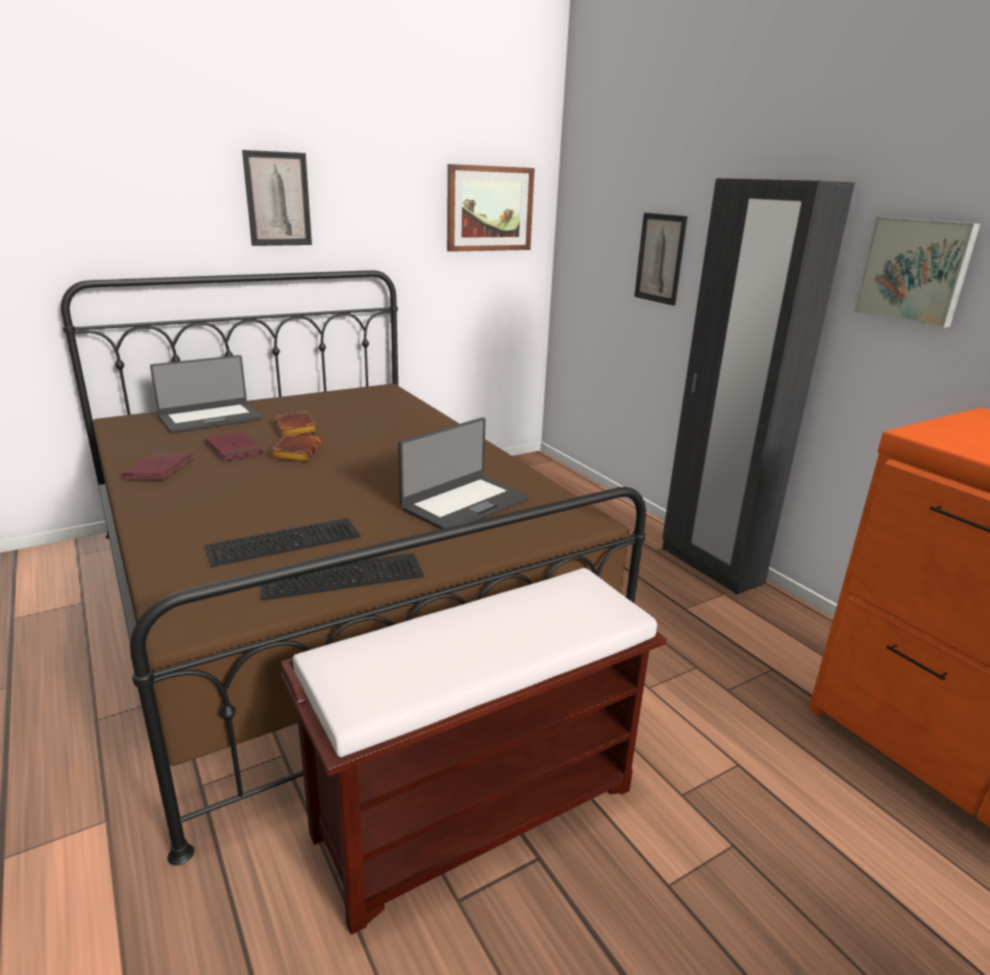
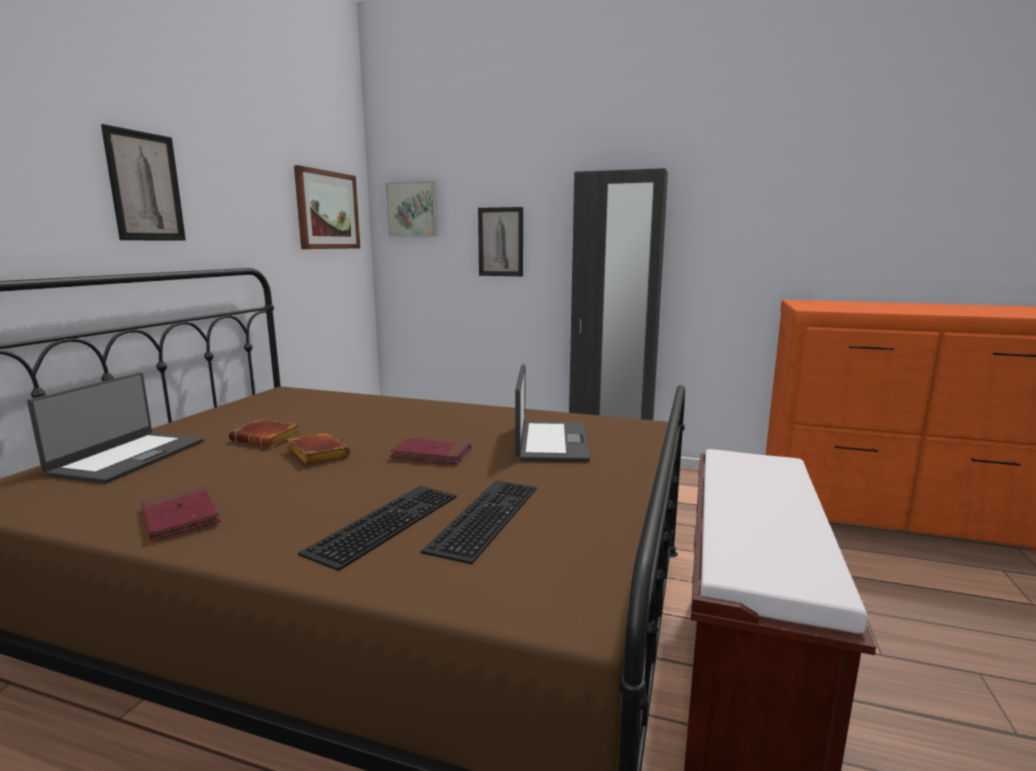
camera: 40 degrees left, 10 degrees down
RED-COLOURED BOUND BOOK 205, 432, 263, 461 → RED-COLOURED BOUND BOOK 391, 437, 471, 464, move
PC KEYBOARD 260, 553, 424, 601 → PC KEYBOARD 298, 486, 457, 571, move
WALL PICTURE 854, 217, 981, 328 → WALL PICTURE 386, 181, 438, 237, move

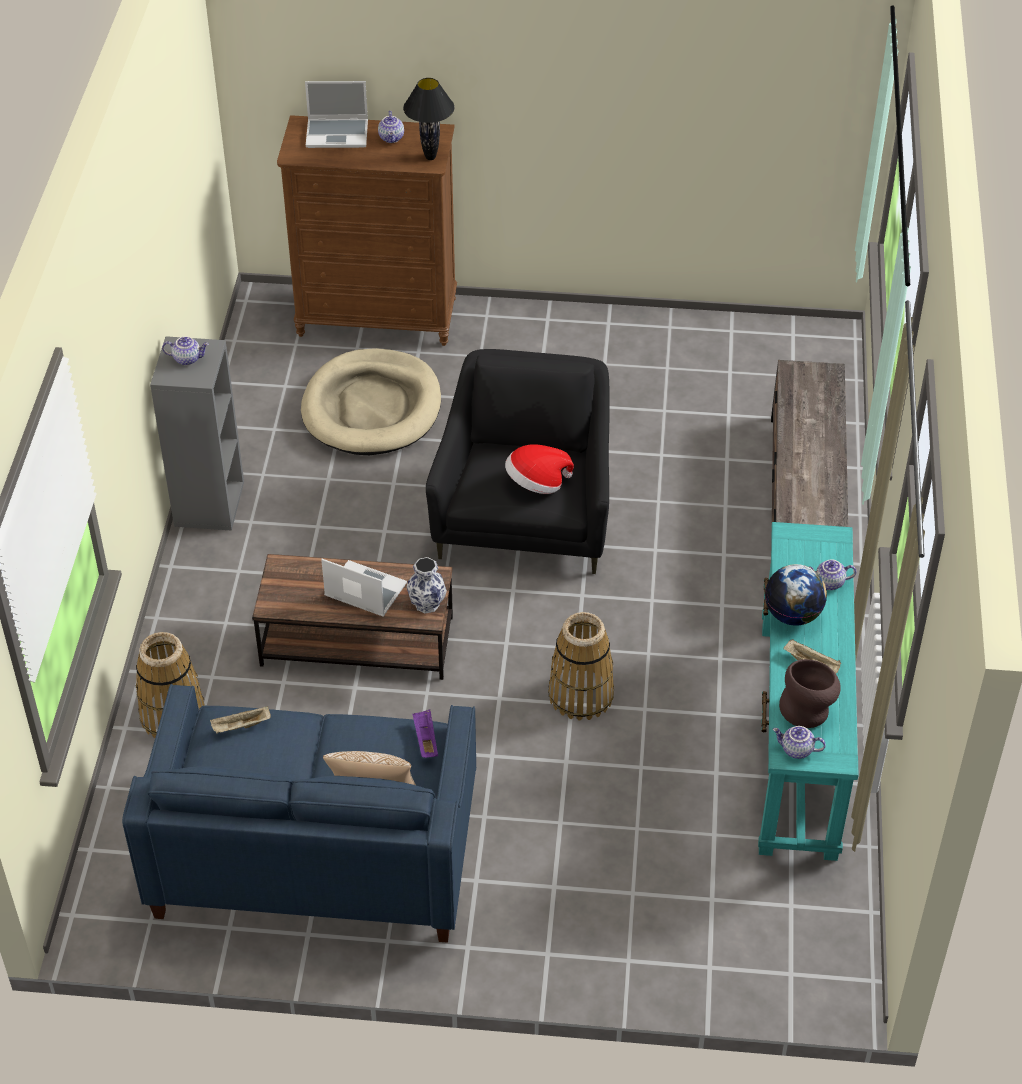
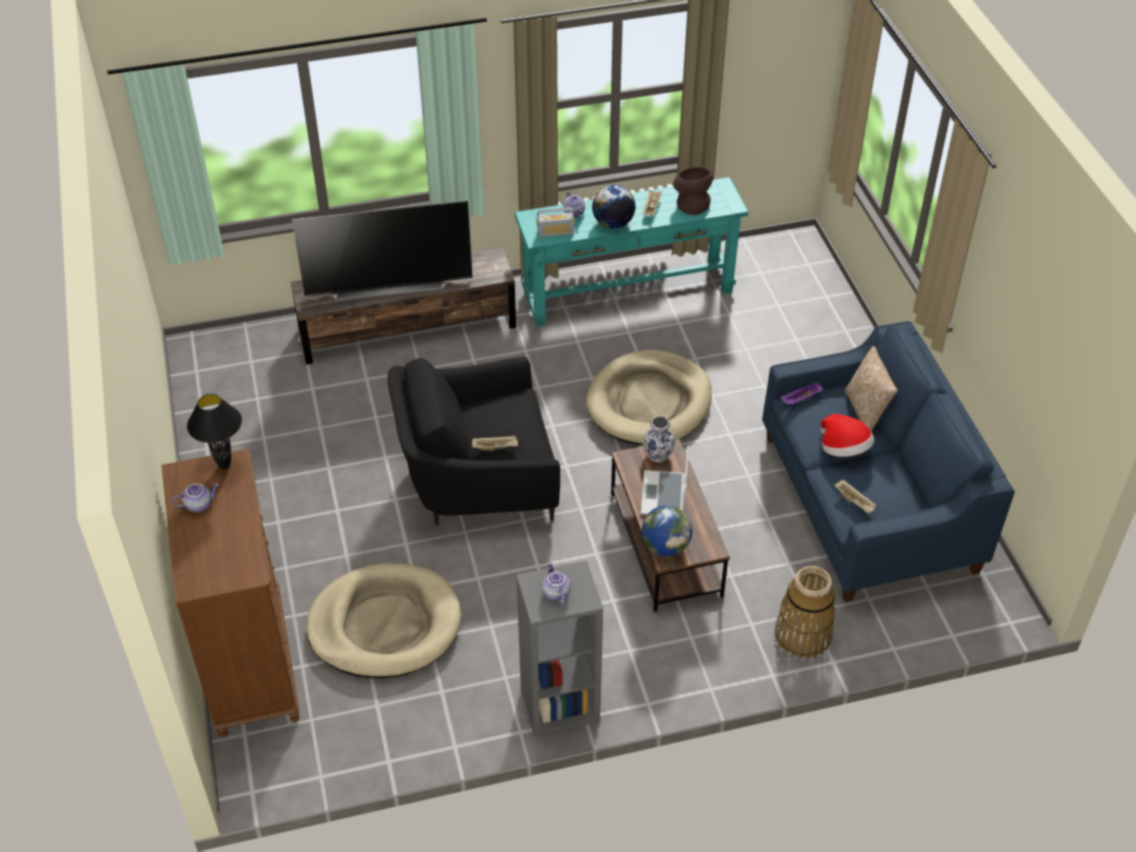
camera: 110 degrees left, 0 degrees up
PORTABLE COMPUTER 305, 81, 368, 148 → -
HAT 505, 444, 574, 494 → HAT 821, 414, 874, 457, move
BASKET 548, 612, 614, 721 → BEIGE DOG BED 586, 350, 712, 445
POT FOR TEA 772, 726, 826, 759 → -
- → TELEVISION 292, 201, 473, 300
- → BEIGE TRAY 472, 435, 518, 451
- → RADIO SET 537, 208, 575, 237
- → WORLD GLOBE 642, 505, 692, 556

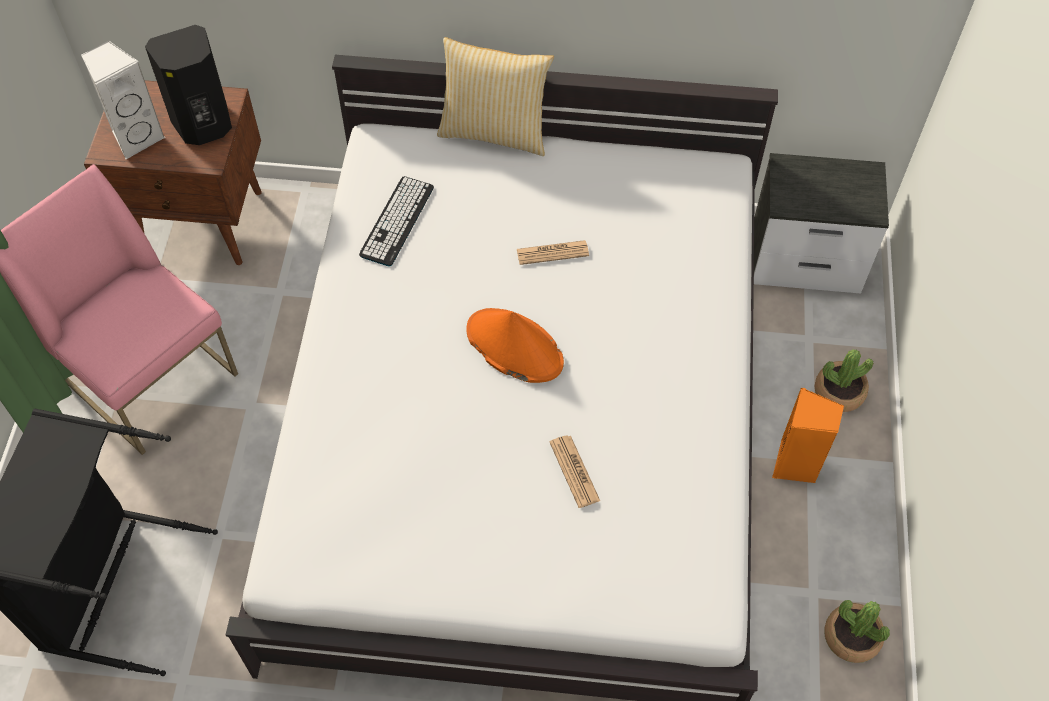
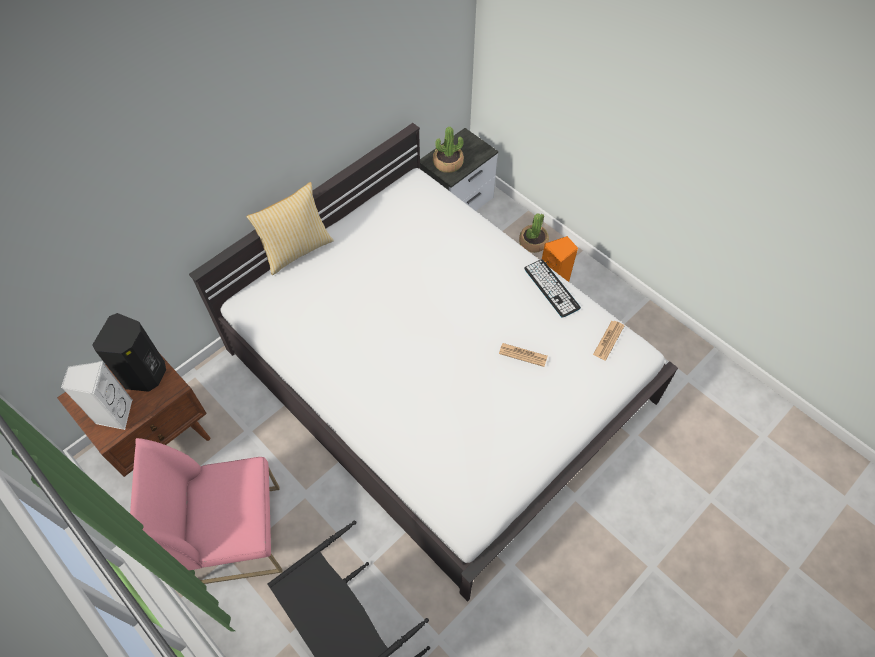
camera: 50 degrees left, 0 degrees up
PC KEYBOARD 359, 176, 434, 266 → PC KEYBOARD 524, 259, 581, 317, move
ORANGEY HAT 466, 308, 564, 383 → -
DAILY PAPER 517, 240, 589, 265 → DAILY PAPER 593, 321, 625, 361, move
HOUSEPLANT 824, 600, 890, 663 → HOUSEPLANT 433, 127, 464, 173, move

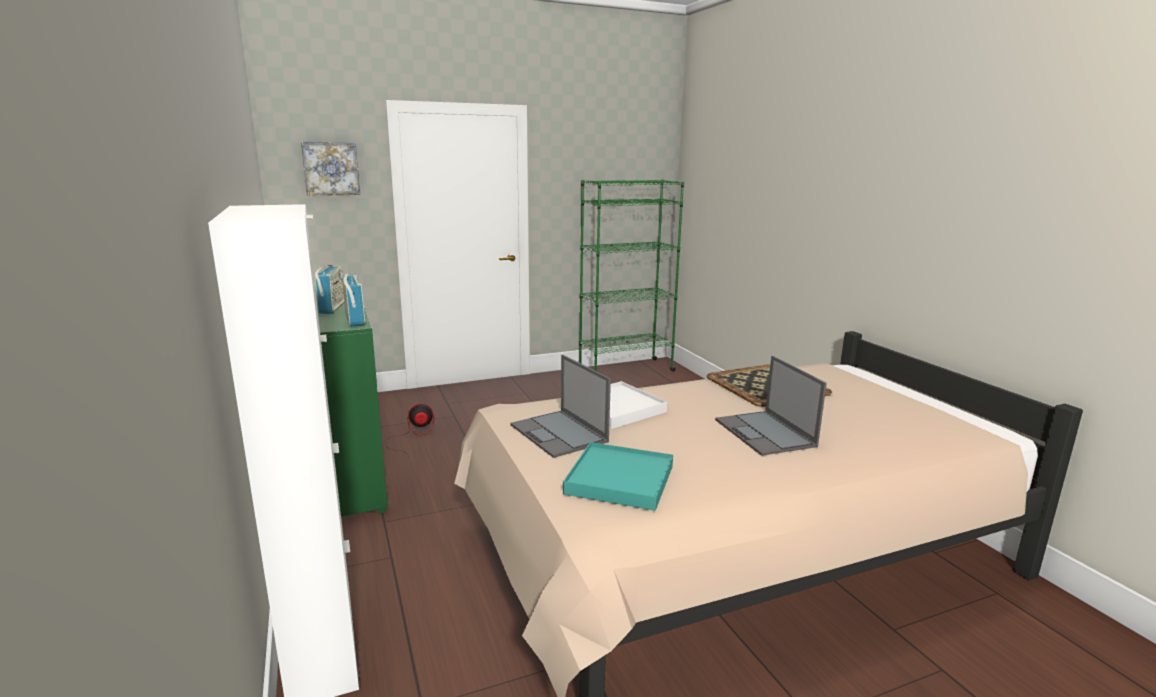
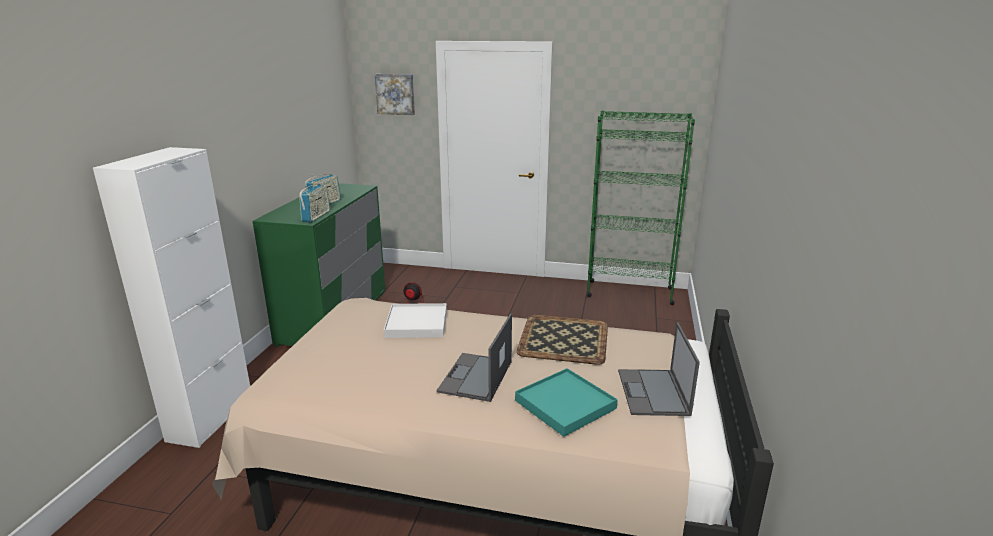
camera: 35 degrees right, 5 degrees up
PORTABLE COMPUTER 511, 355, 611, 458 → PORTABLE COMPUTER 618, 322, 700, 416, move
BLUE-GREEN TRAY 563, 442, 673, 511 → BLUE-GREEN TRAY 515, 368, 618, 437, move

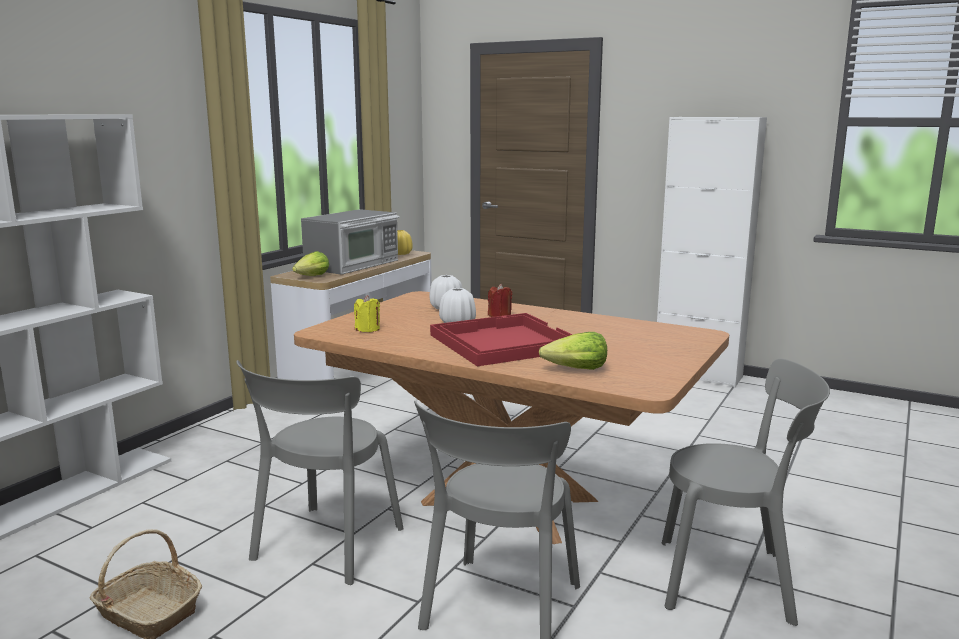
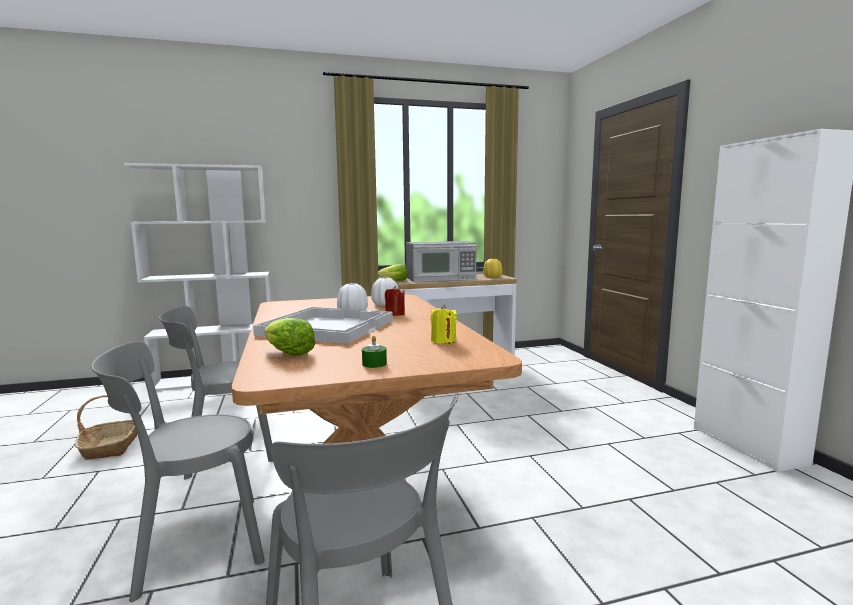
camera: 45 degrees right, 5 degrees down
YELLOWISH WAX CANDLE 354, 295, 380, 332 → YELLOWISH WAX CANDLE 431, 305, 457, 344, move
RED-COLOURED TRAY 430, 313, 573, 366 → WHITISH TRAY 253, 307, 393, 344
- → GREEN-COLOURED WAX CANDLE 362, 336, 387, 368

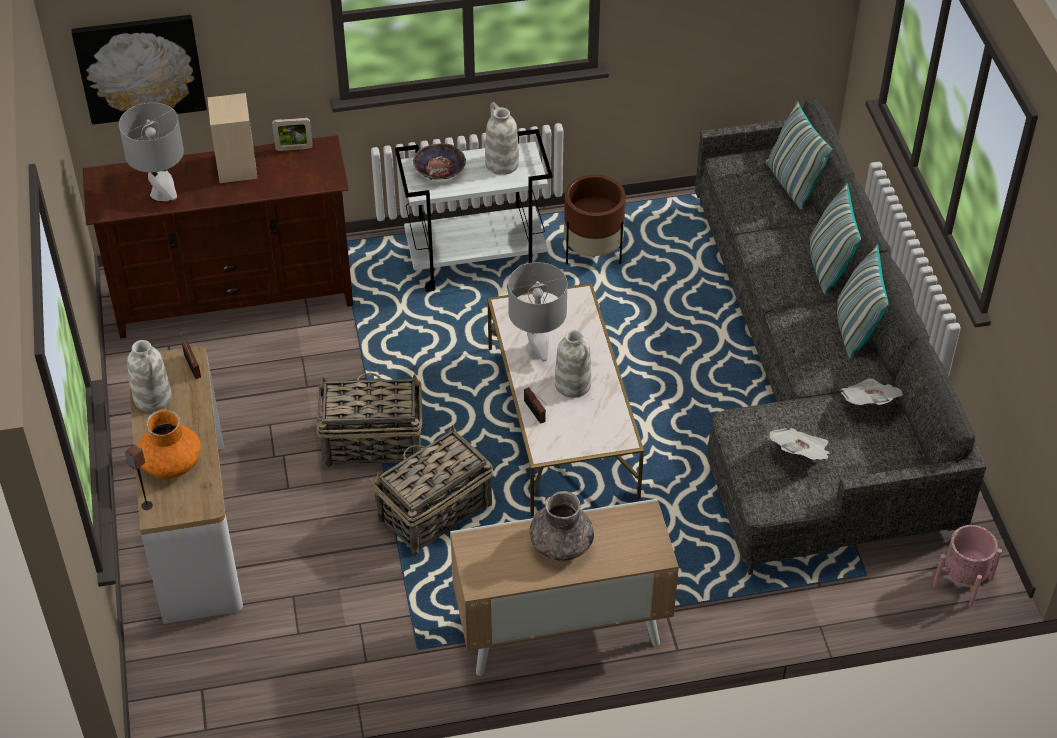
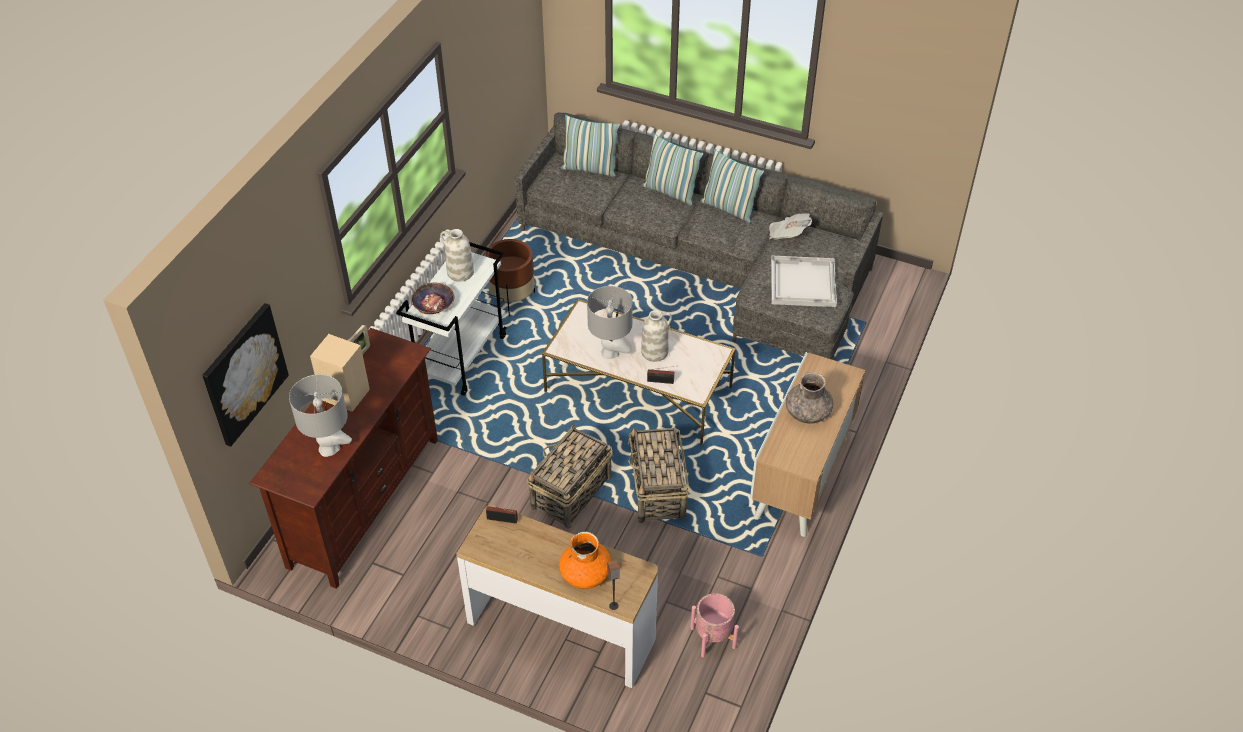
camera: 55 degrees left, 0 degrees up
WHITISH FLOWER VASE 127, 340, 172, 412 → -
DAILY PAPER 770, 428, 830, 460 → WHITISH TRAY 771, 256, 837, 307
PINKISH PLANTER 933, 525, 1002, 607 → PINKISH PLANTER 690, 593, 739, 657, move

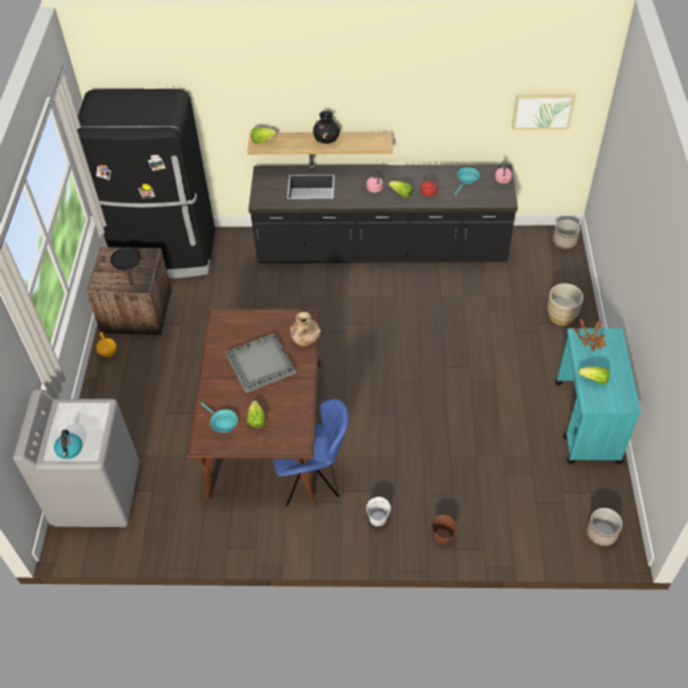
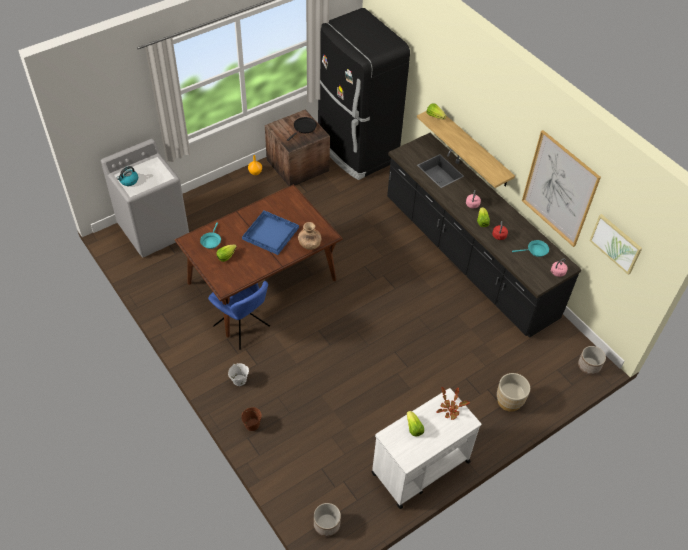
camera: 50 degrees right, 0 degrees up
GRAY TRAY 225, 333, 296, 393 → BLUE-COLOURED TRAY 242, 210, 299, 255
BLACKISH FLOWER VASE 313, 111, 340, 144 → -
BLUE-GREEN TROLLEY 555, 328, 641, 464 → WHITISH TROLLEY 371, 388, 481, 509
- → WALL PICTURE 522, 130, 601, 247

